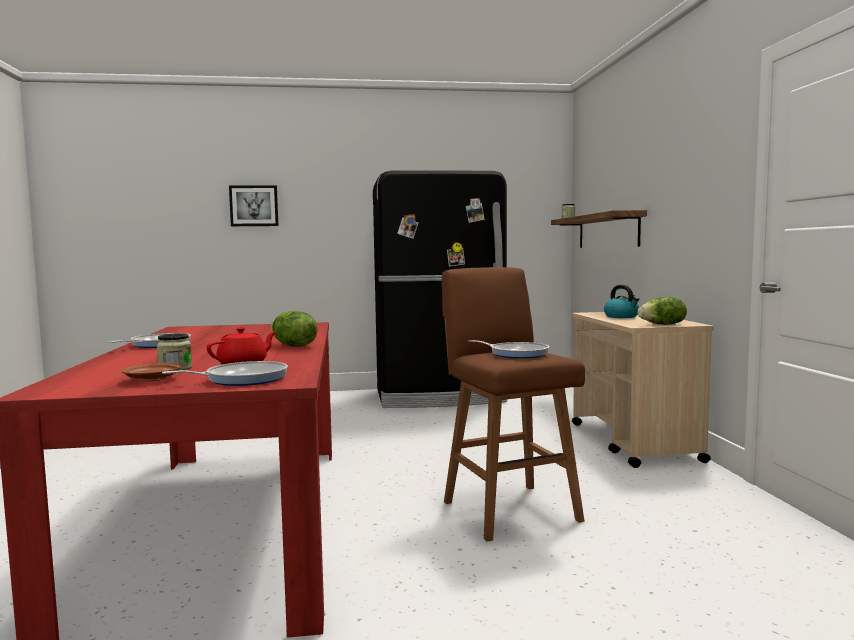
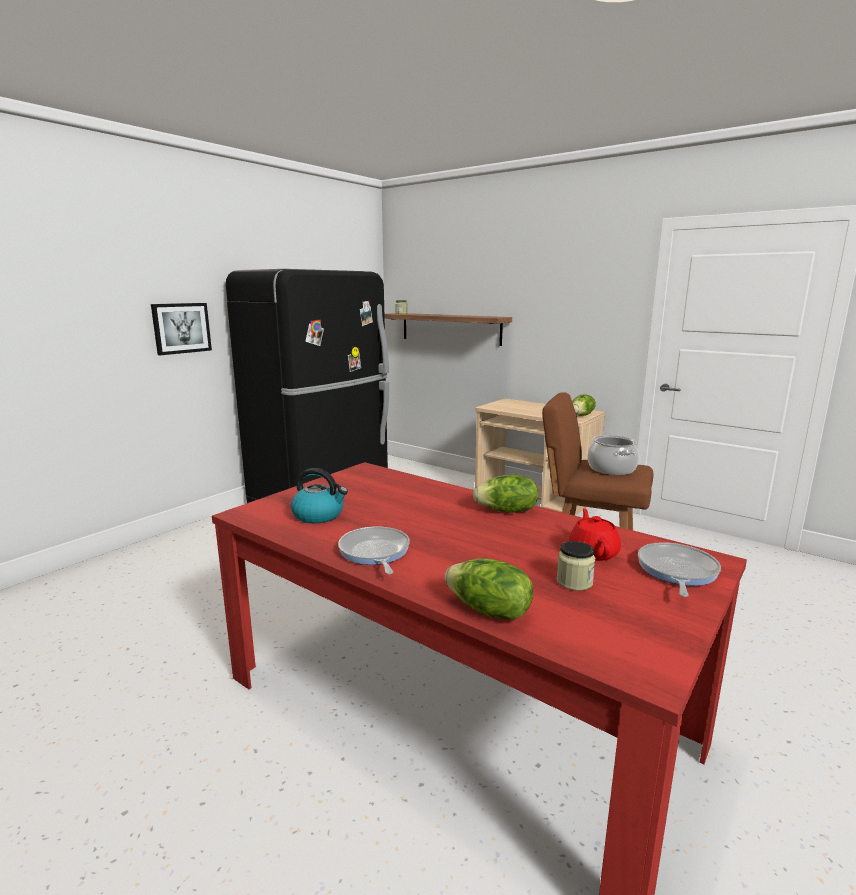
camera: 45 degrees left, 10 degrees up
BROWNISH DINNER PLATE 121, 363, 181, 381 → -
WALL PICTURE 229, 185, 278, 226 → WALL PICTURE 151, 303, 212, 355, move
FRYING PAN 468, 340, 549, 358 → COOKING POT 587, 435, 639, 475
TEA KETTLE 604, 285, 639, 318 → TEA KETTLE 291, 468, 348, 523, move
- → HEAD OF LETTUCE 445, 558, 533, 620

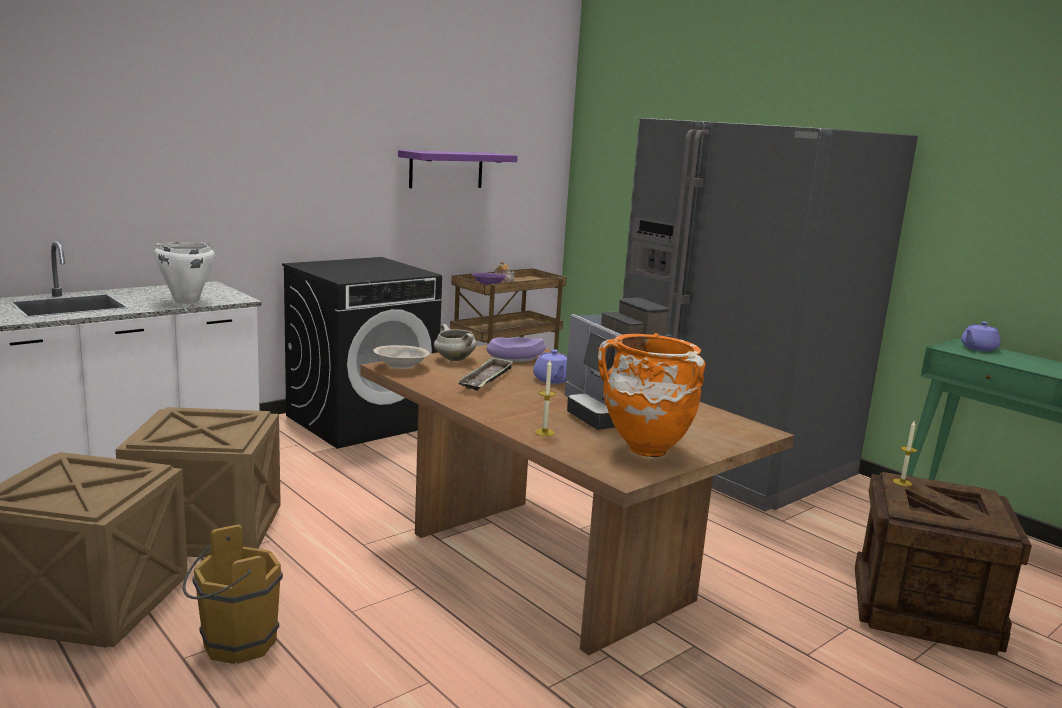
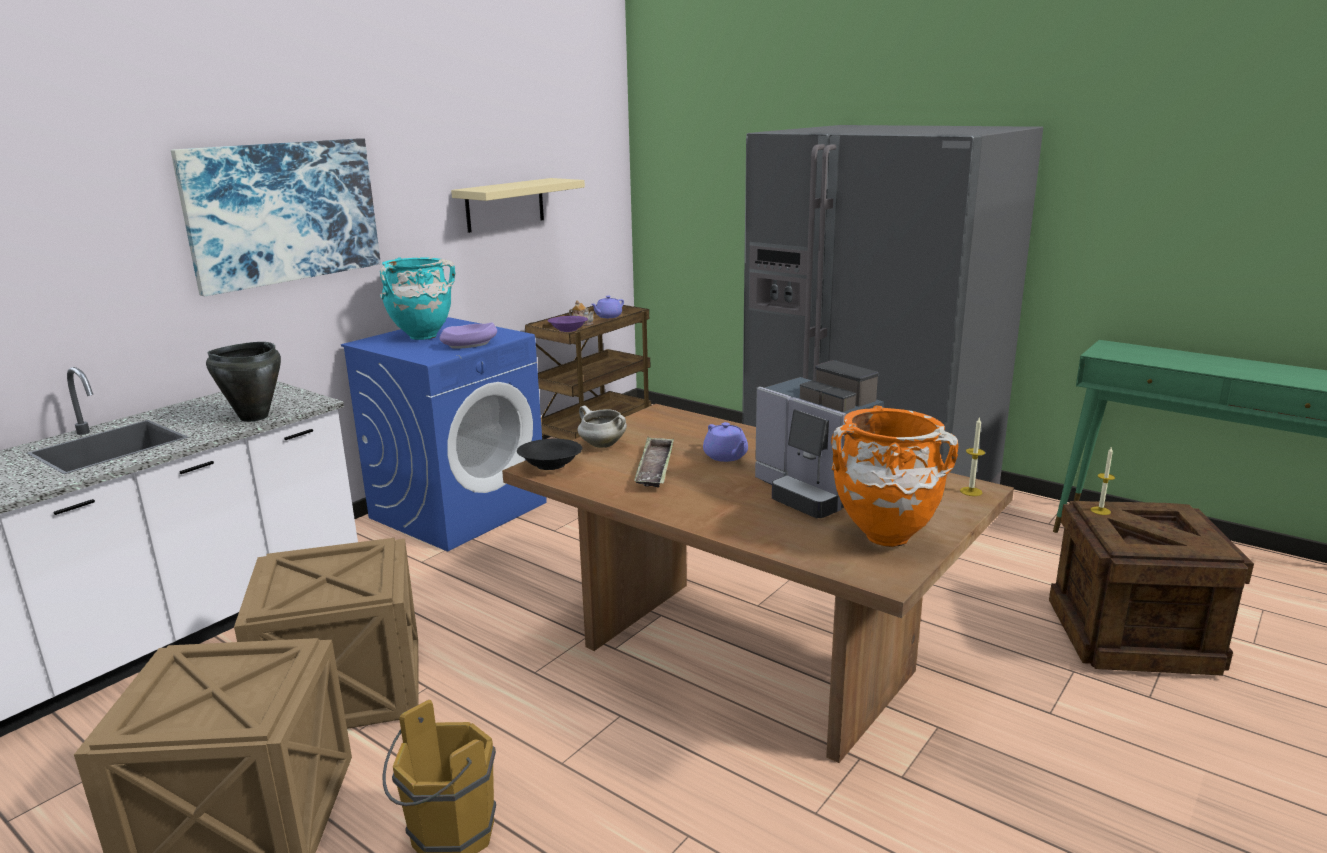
camera: 10 degrees left, 5 degrees up
WHITISH COOKING POT 154, 242, 215, 305 → BLACKISH COOKING POT 206, 342, 281, 422
BLACKISH LAUNDRY MACHINE 282, 257, 442, 449 → BLUE-COLOURED LAUNDRY MACHINE 341, 317, 547, 551
BEIGE BOWL 373, 345, 430, 369 → BLACKISH BOWL 517, 438, 582, 470
PURPLISH WALL SHELF 398, 150, 518, 188 → BEIGE WALL SHELF 451, 178, 585, 233
PURPLISH BOWL 486, 337, 546, 362 → PURPLISH BOWL 440, 323, 497, 349, move
WAX CANDLE 535, 360, 556, 436 → WAX CANDLE 960, 417, 985, 496, move
PURPLISH POT FOR TEA 961, 321, 1001, 351 → PURPLISH POT FOR TEA 591, 296, 624, 318, move
- → WALL PICTURE 171, 138, 381, 296
- → BLUE-GREEN FLOWER VASE 380, 257, 455, 340

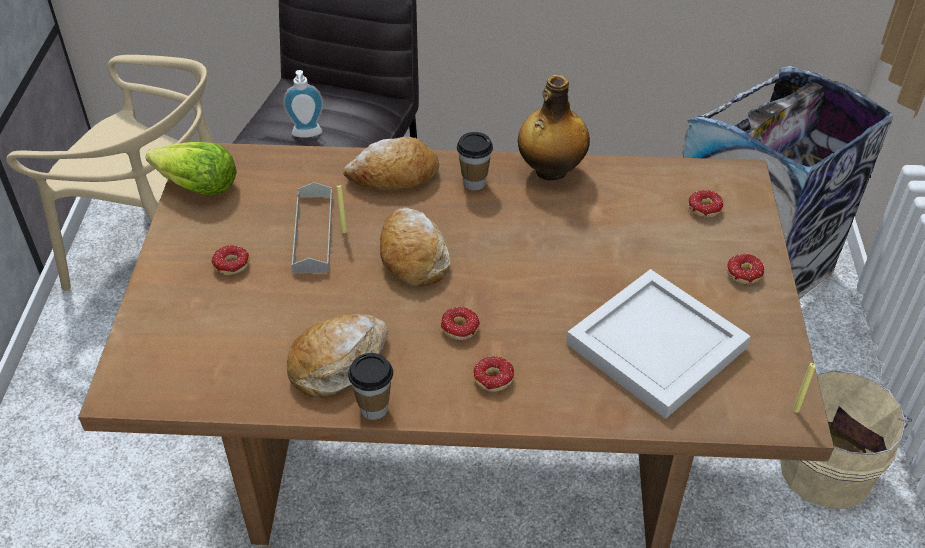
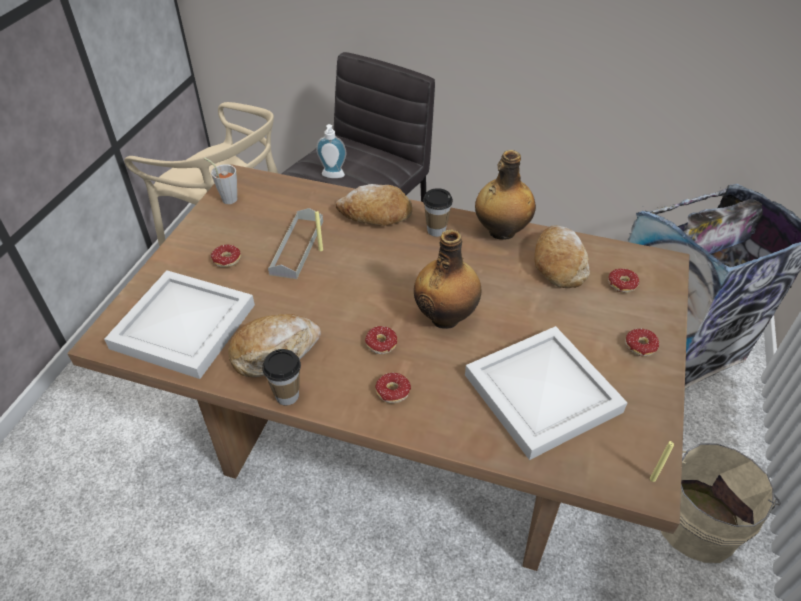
camera: 15 degrees right, 0 degrees up
HEAD OF LETTUCE 146, 142, 237, 196 → GRAY SMALL CUP 204, 158, 238, 204
BAKED BREAD 380, 208, 450, 286 → BAKED BREAD 534, 225, 590, 288, move
- → WHITISH TRAY 104, 270, 255, 379
- → DRINK BOTTLE 414, 229, 482, 329

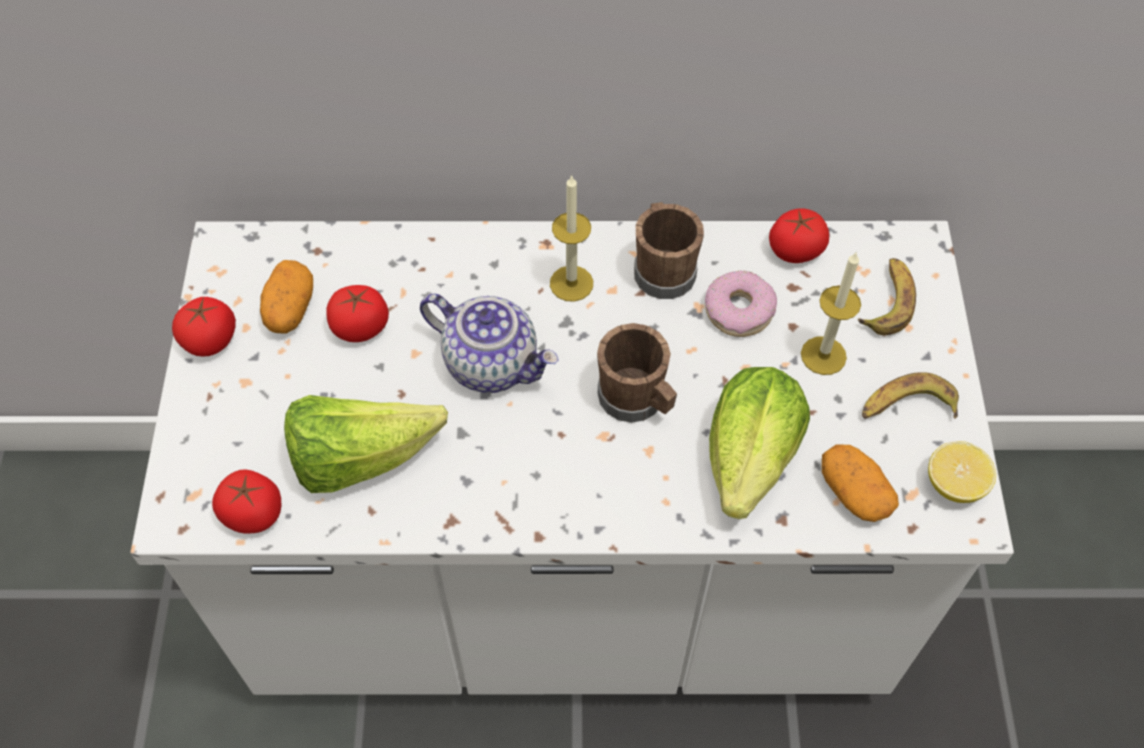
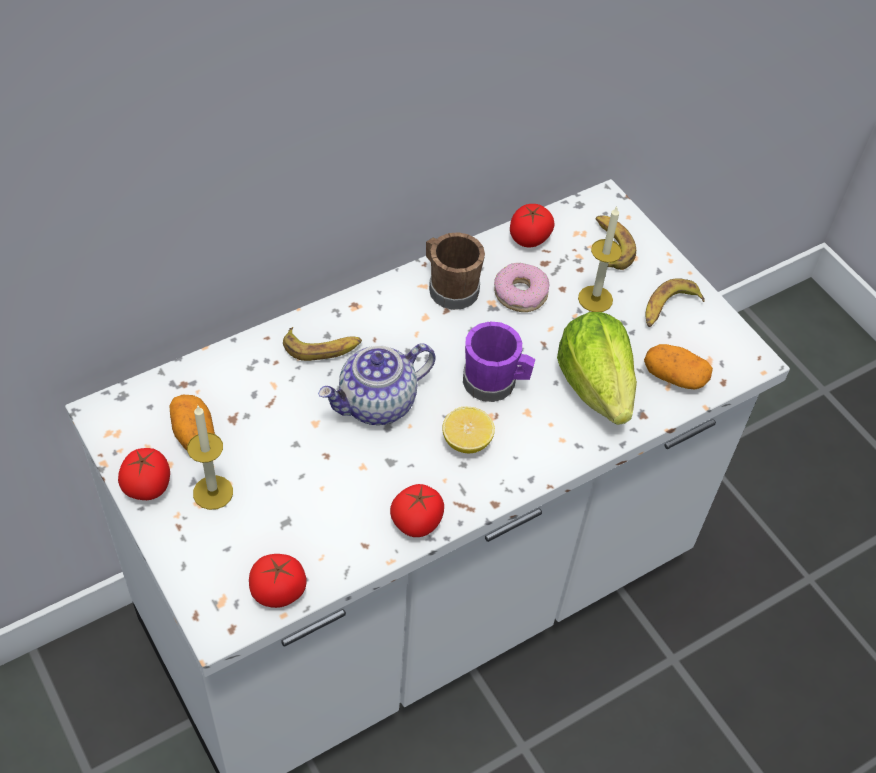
camera: 35 degrees left, 5 degrees down
HEAD OF LETTUCE 284, 395, 448, 493 → -
WHOLE TOMATO 326, 285, 389, 342 → WHOLE TOMATO 390, 484, 444, 537, move
POT FOR TEA 420, 294, 559, 393 → POT FOR TEA 318, 343, 436, 425, 150 degrees clockwise
WAX CANDLE 550, 175, 593, 302 → WAX CANDLE 187, 406, 233, 510, move
BROWNISH TEA MUG 597, 323, 677, 423 → PURPLISH TEA MUG 463, 322, 536, 402
LEMON 928, 441, 996, 503 → LEMON 442, 407, 495, 453, move
- → BANANA 283, 327, 362, 361

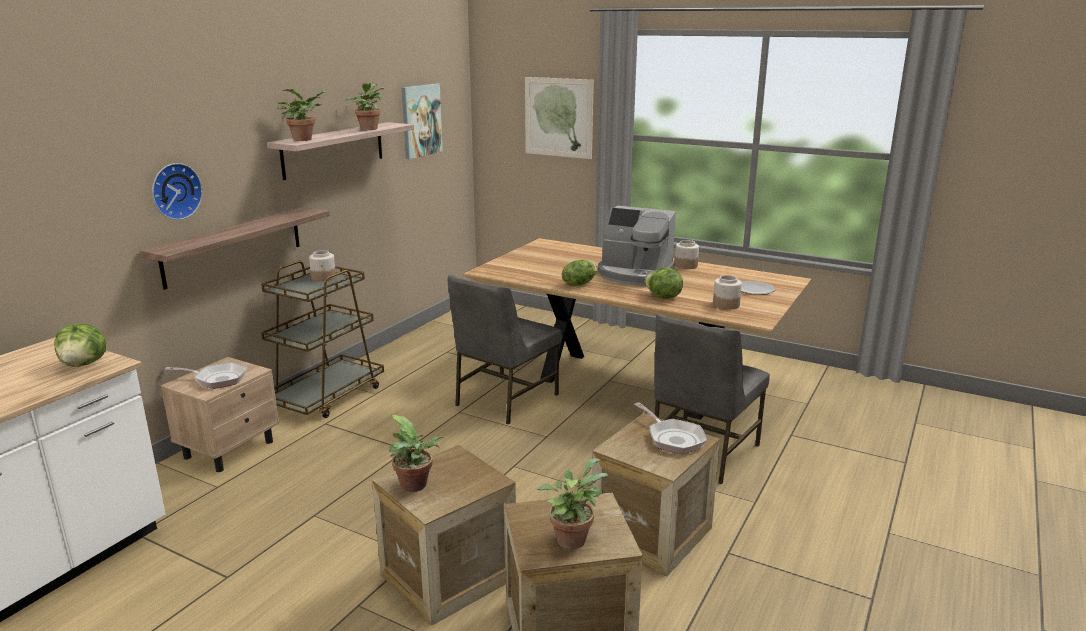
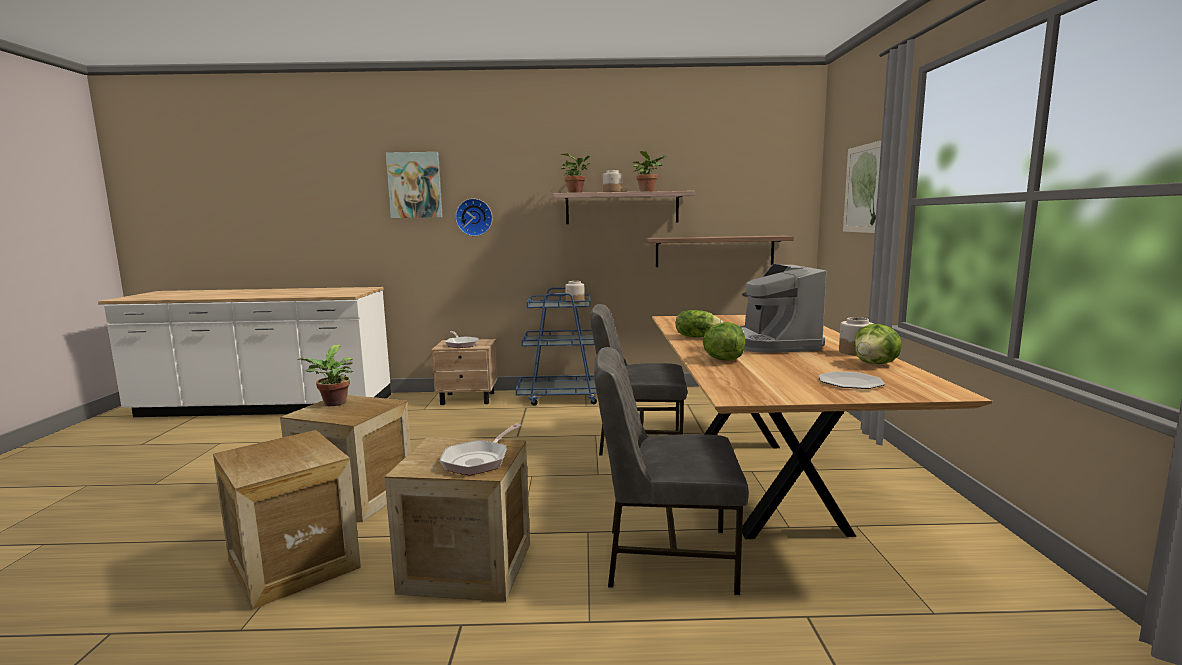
camera: 60 degrees right, 10 degrees down
HEAD OF LETTUCE 54, 324, 106, 367 → HEAD OF LETTUCE 854, 324, 902, 364, move
WALL SHELF 140, 207, 330, 290 → WALL SHELF 645, 236, 794, 267, move
BROWNISH TROLLEY 261, 261, 384, 418 → BLUE-COLOURED TROLLEY 516, 287, 597, 406
WALL PICTURE 401, 83, 443, 159 → WALL PICTURE 386, 152, 443, 218, move
HOUSEPLANT 537, 458, 608, 549 → -
PRESERVE JAR 713, 275, 742, 310 → PRESERVE JAR 603, 170, 622, 192, move

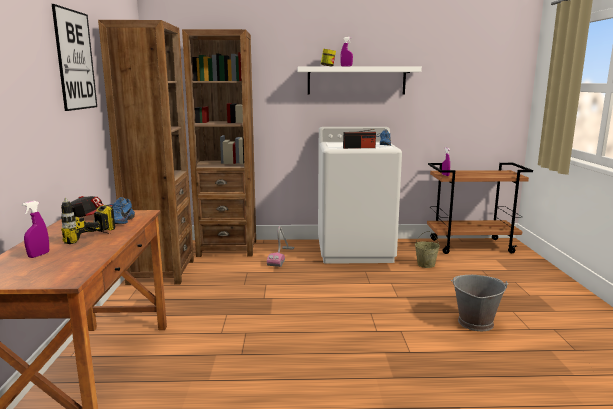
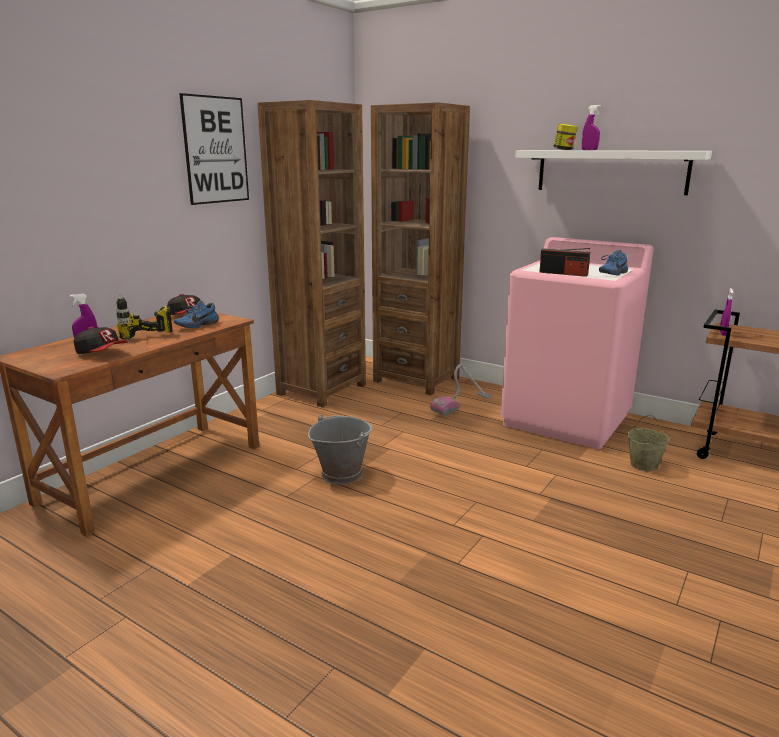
camera: 35 degrees right, 5 degrees up
WHITISH LAUNDRY MACHINE 318, 127, 402, 264 → PINKISH LAUNDRY MACHINE 501, 237, 654, 449
GRAY PAIL 451, 275, 508, 331 → GRAY PAIL 308, 414, 373, 485, move
- → BASEBALL CAP 74, 327, 128, 354

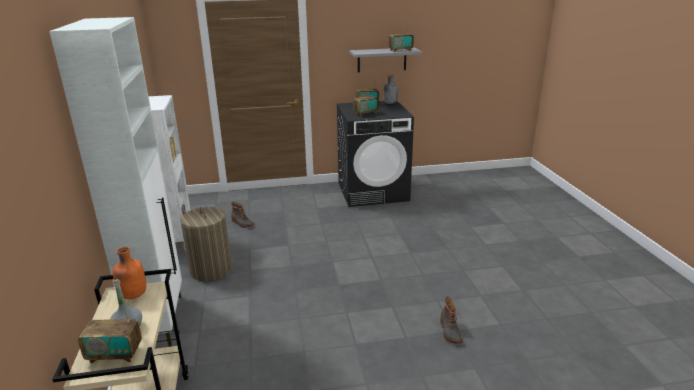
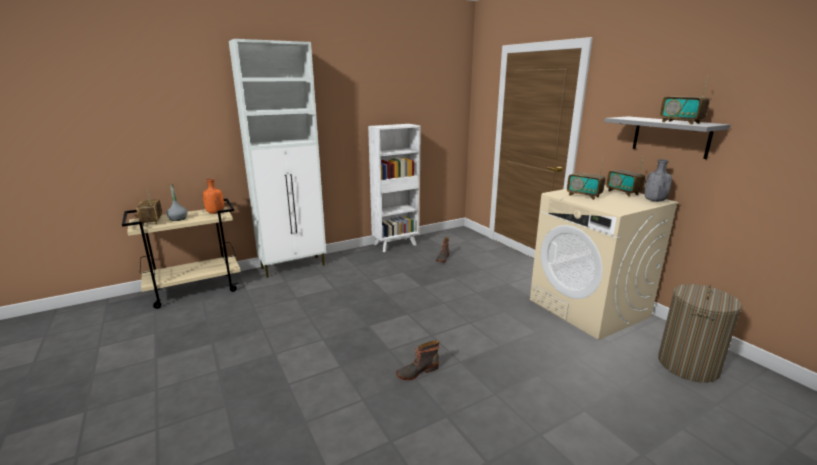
camera: 70 degrees right, 5 degrees down
LAUNDRY BASKET 180, 207, 232, 281 → LAUNDRY BASKET 658, 284, 742, 383, move
BLACKISH LAUNDRY MACHINE 337, 101, 414, 207 → BEIGE LAUNDRY MACHINE 530, 185, 679, 340
TALL BOOT 440, 296, 463, 344 → TALL BOOT 396, 340, 439, 380, move

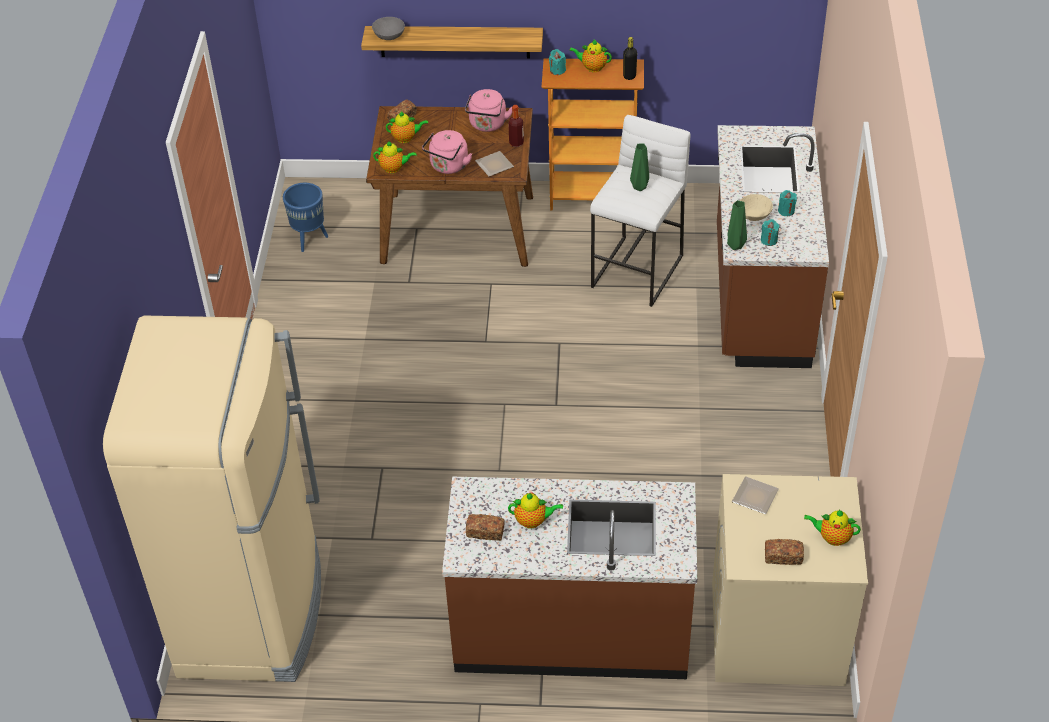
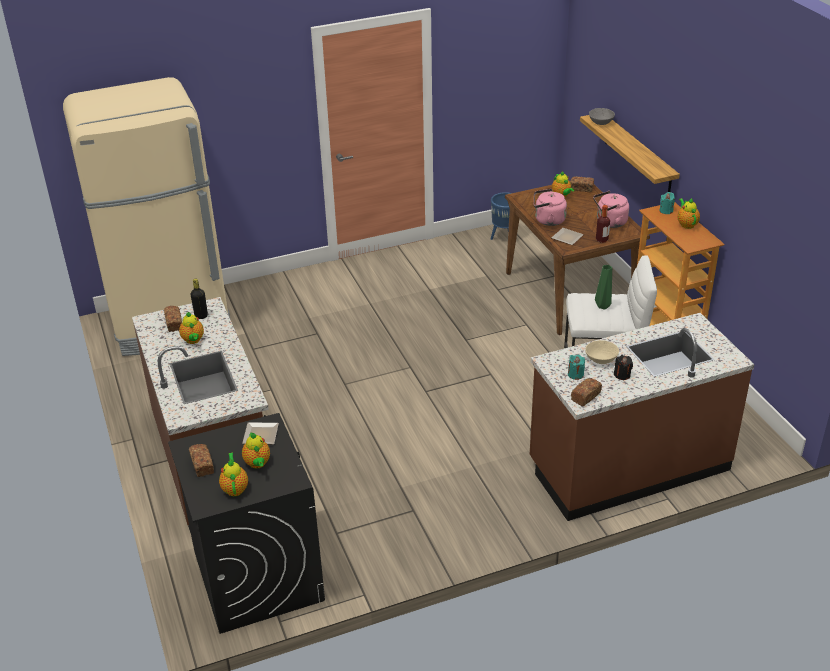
camera: 65 degrees right, 10 degrees down
POT FOR TEA 373, 141, 417, 173 → POT FOR TEA 242, 433, 270, 469, move
BLACKISH DRINK BOTTLE 623, 37, 637, 80 → BLACKISH DRINK BOTTLE 190, 279, 208, 319, move
BEIGE LAUNDRY MACHINE 712, 474, 868, 686 → BLACKISH LAUNDRY MACHINE 168, 413, 325, 634
GREEN-COLOURED FLOWER VASE 727, 200, 747, 250 → -
BLUE-GREEN WAX CANDLE 778, 190, 797, 216 → BLACKISH WAX CANDLE 614, 355, 633, 380
- → BAKED BREAD 571, 378, 602, 406

